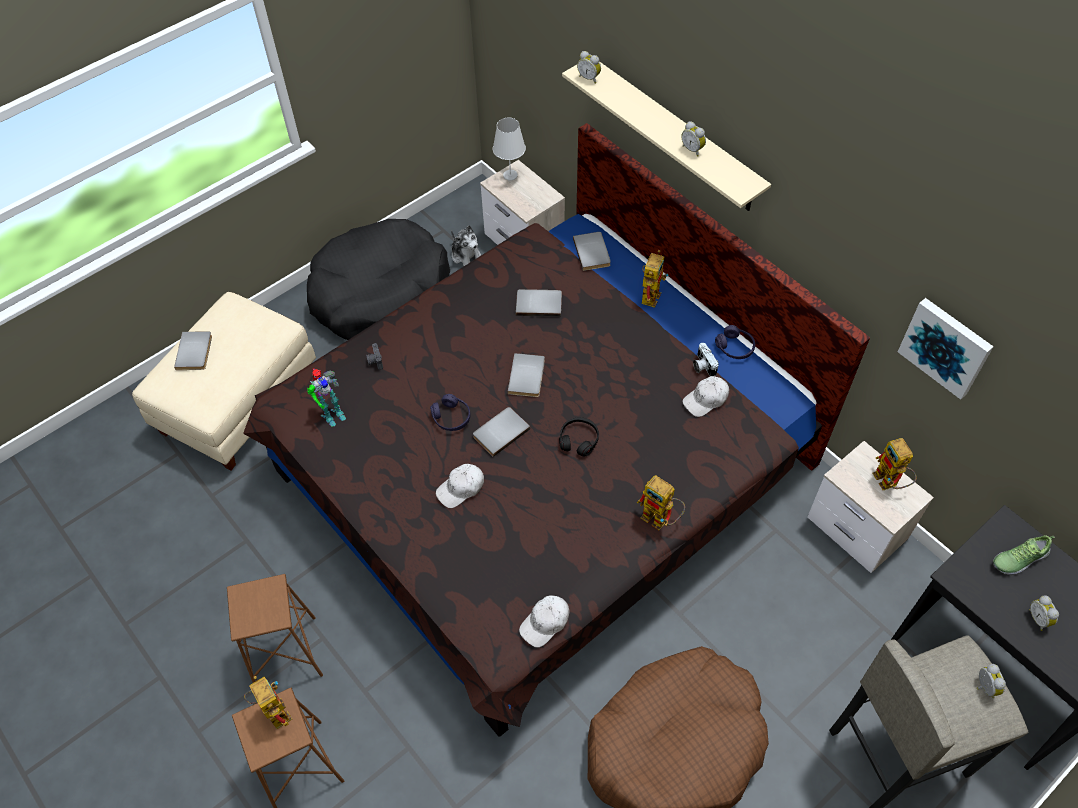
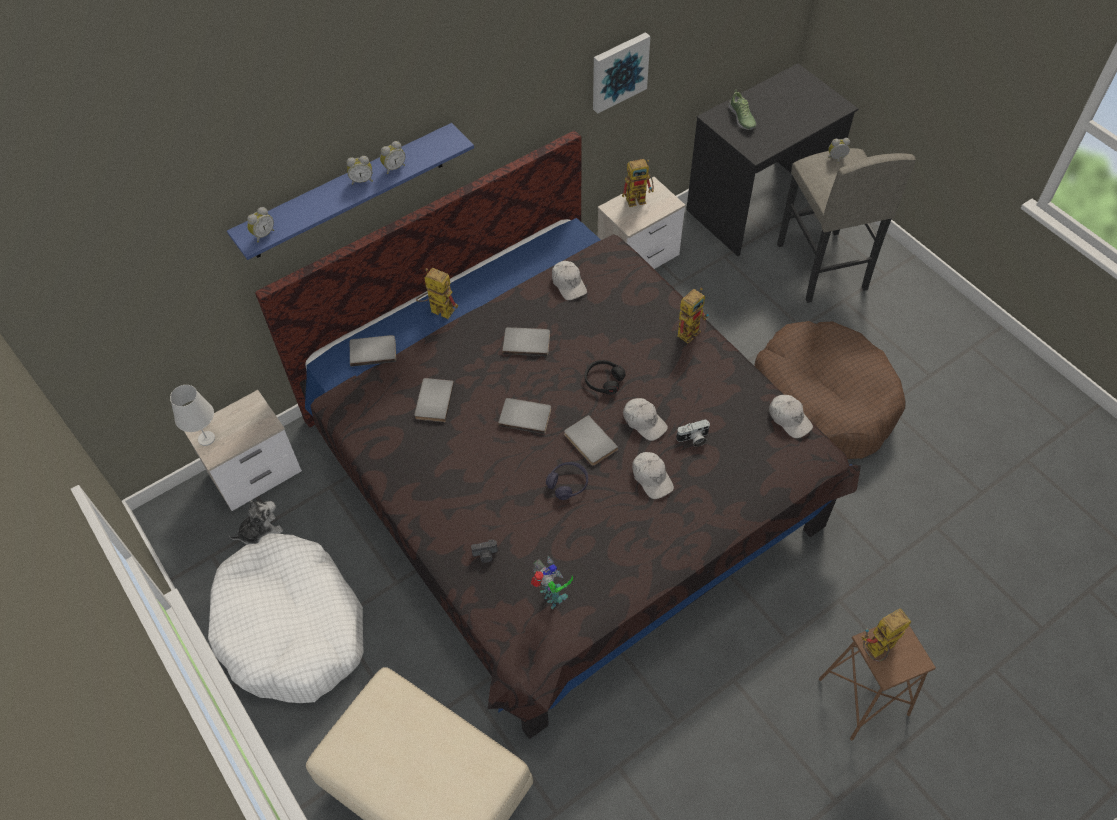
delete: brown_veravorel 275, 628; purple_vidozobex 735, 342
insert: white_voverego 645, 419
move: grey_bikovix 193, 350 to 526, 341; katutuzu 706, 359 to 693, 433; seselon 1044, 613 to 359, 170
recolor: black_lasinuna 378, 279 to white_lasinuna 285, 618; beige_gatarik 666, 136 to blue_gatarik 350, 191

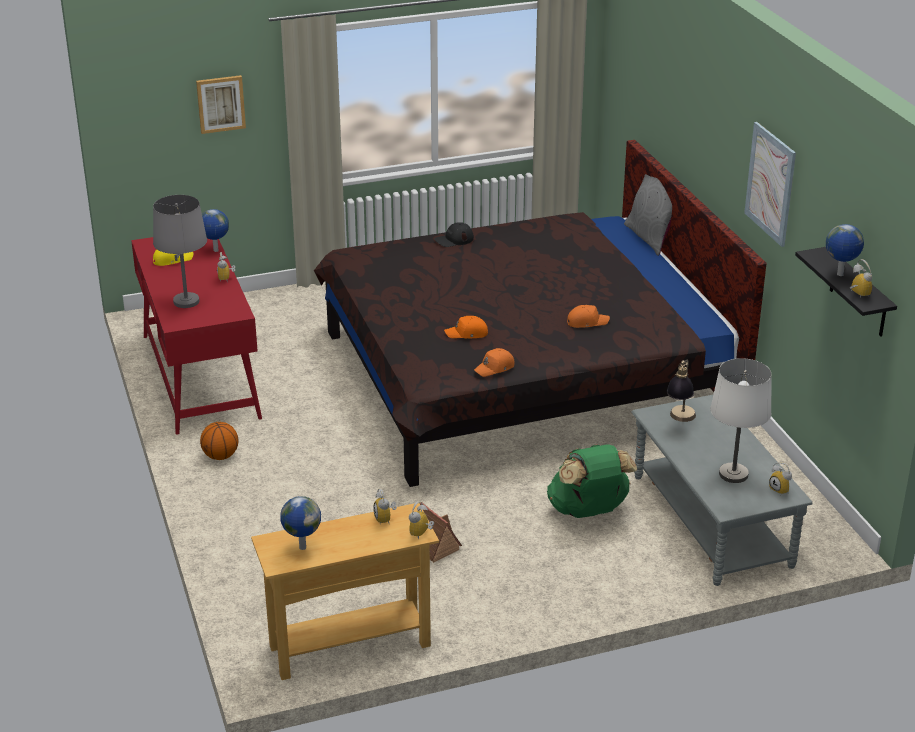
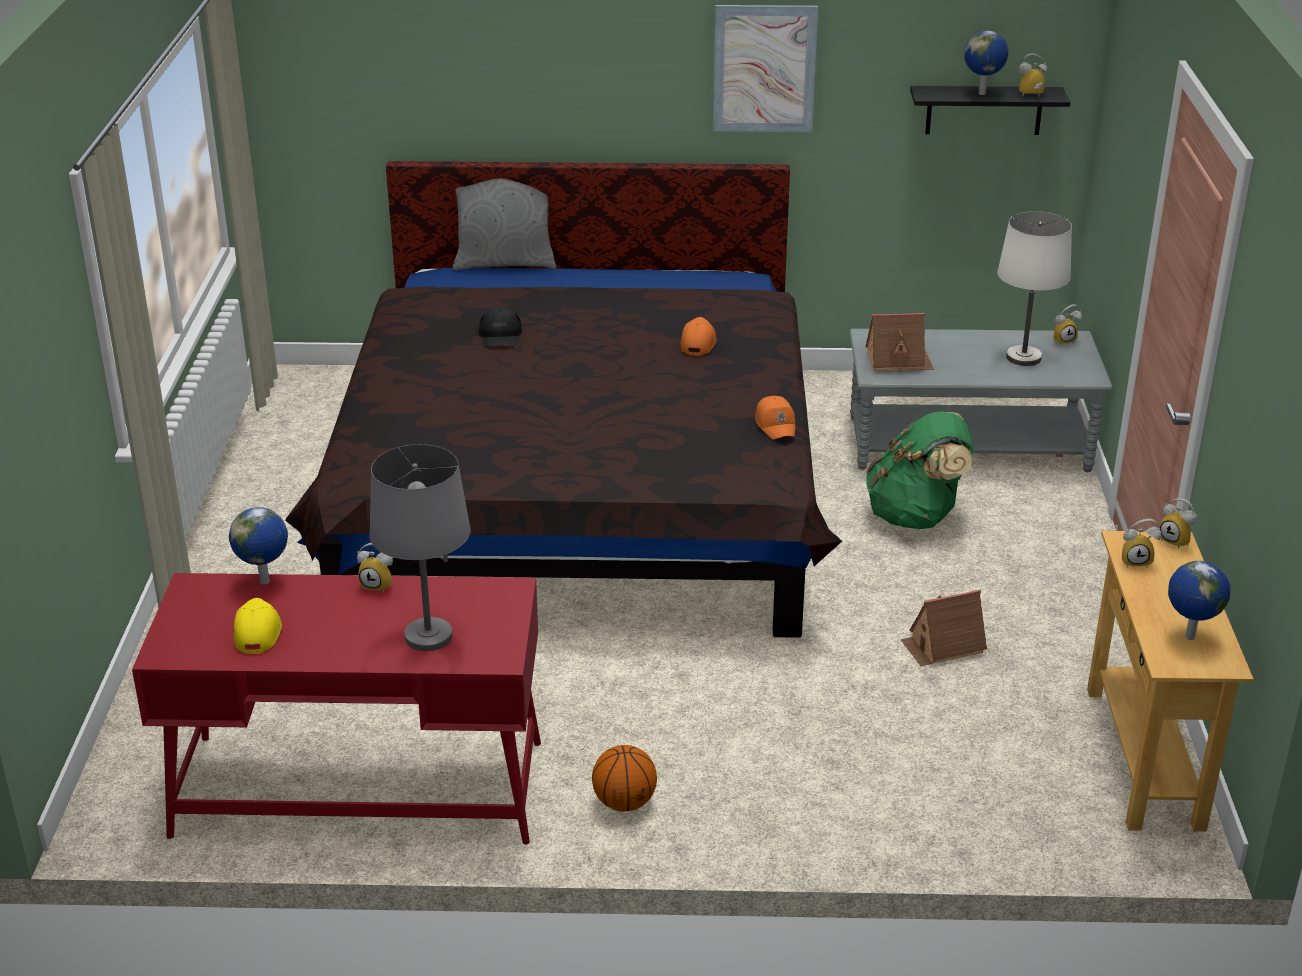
delete: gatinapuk 221, 104; orange_voverego 466, 327
move: black_voverego 454, 234 to 500, 326
replace: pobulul 681, 390 to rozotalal 900, 343

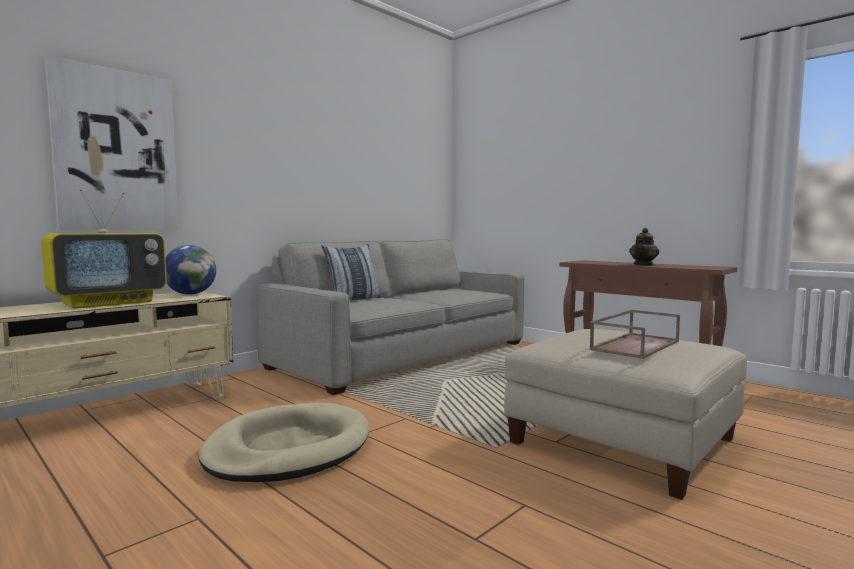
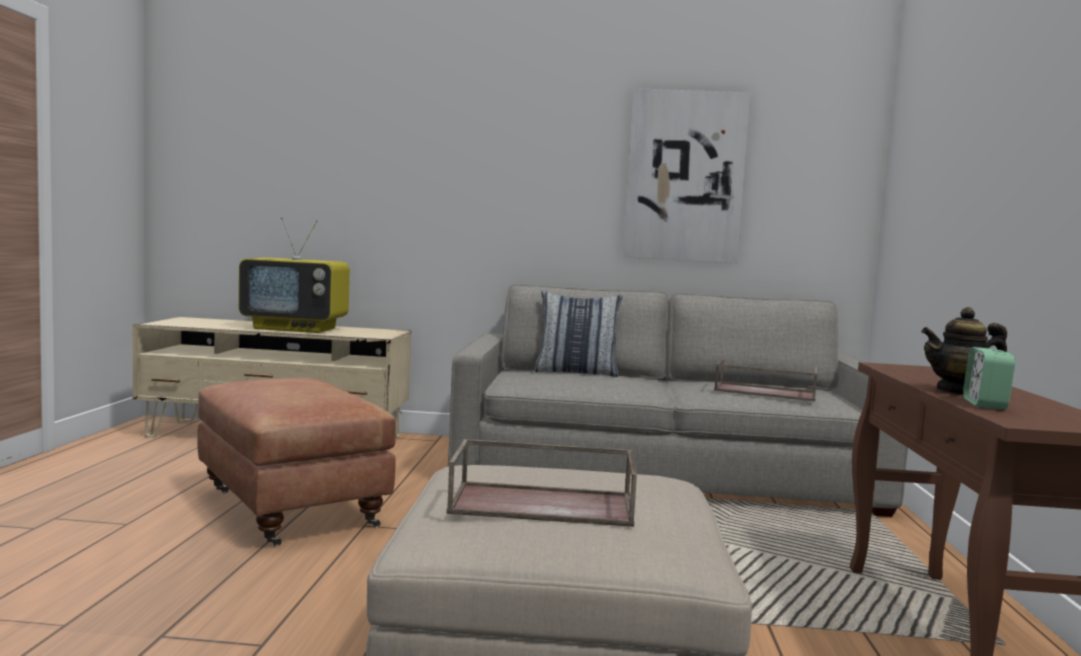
delete: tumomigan 190, 270
insert: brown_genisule 766, 380; seselon 989, 378
move: gatinapuk 112, 142 to 686, 175
replace: beige_lasinuna 284, 442 to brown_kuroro 296, 462

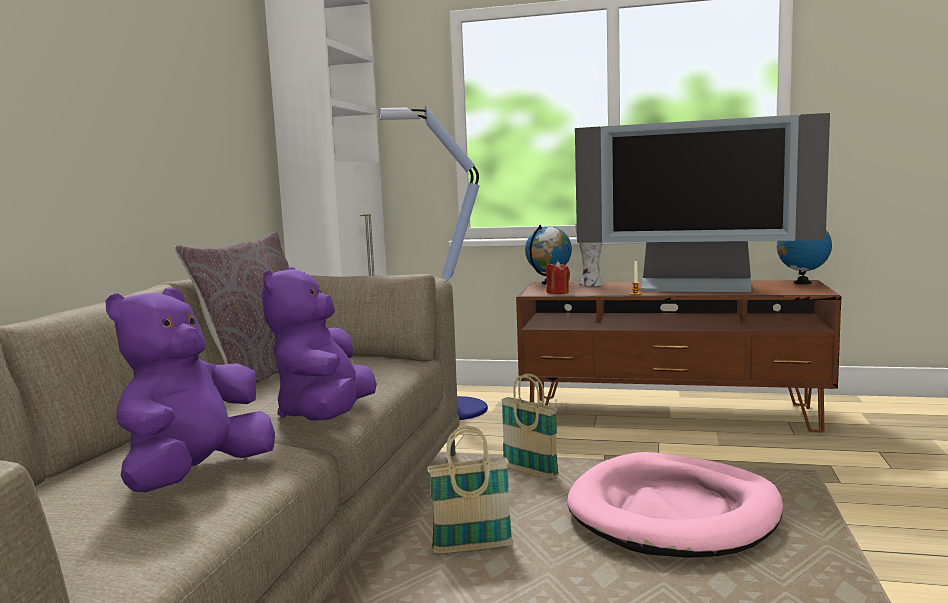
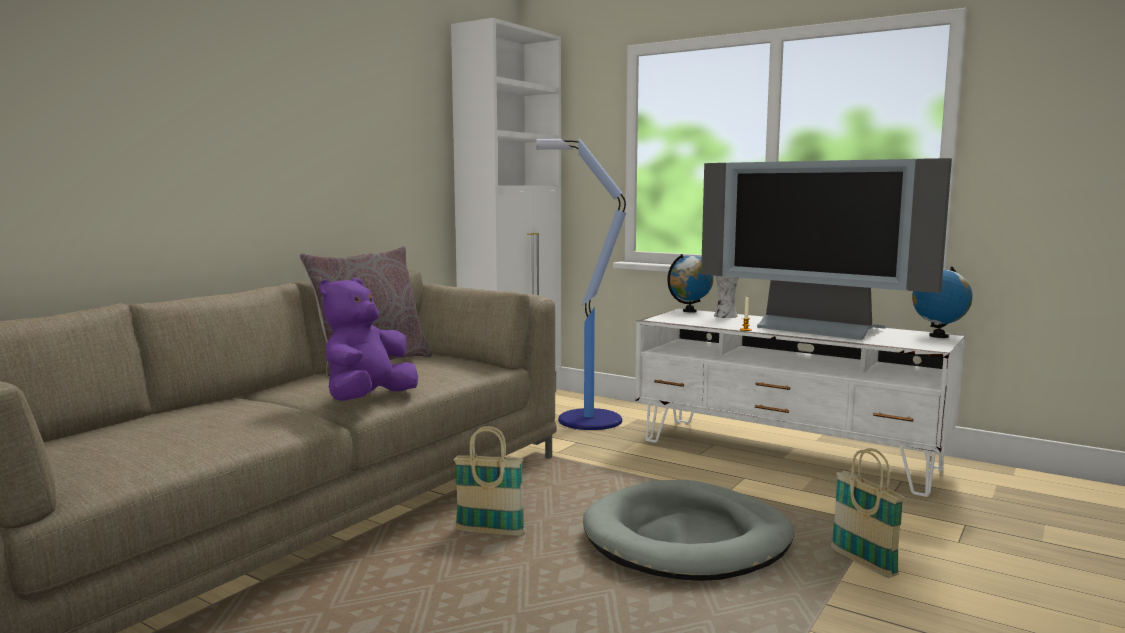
delete: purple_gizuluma 190, 390; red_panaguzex 558, 277
move: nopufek 530, 426 to 868, 513
recolor: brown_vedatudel 678, 356 to white_vedatudel 800, 403; pink_lasinuna 675, 504 to grey_lasinuna 688, 530

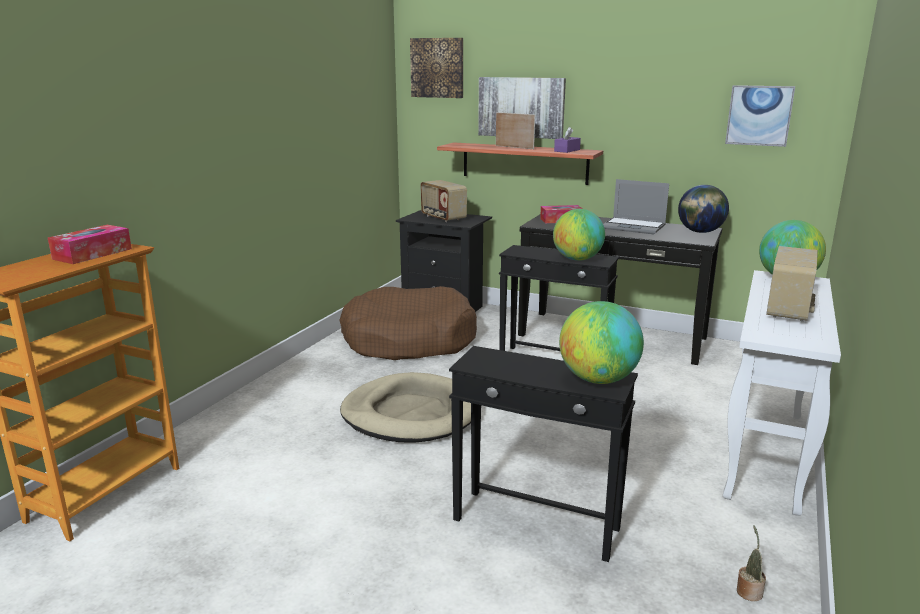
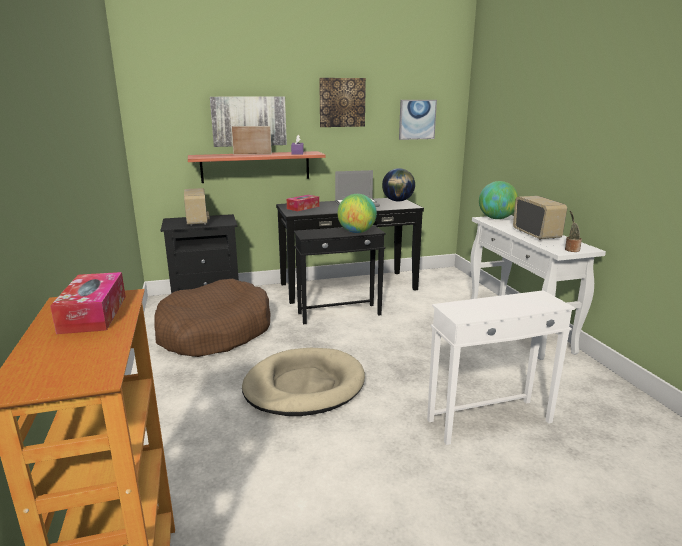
delete: tumomigan 601, 342
move: gatinapuk 436, 68 to 342, 102; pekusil 751, 563 to 573, 231
recolor: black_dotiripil 543, 454 to white_dotiripil 501, 367
rotate: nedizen 443, 201 = 197, 207 120 degrees counterclockwise

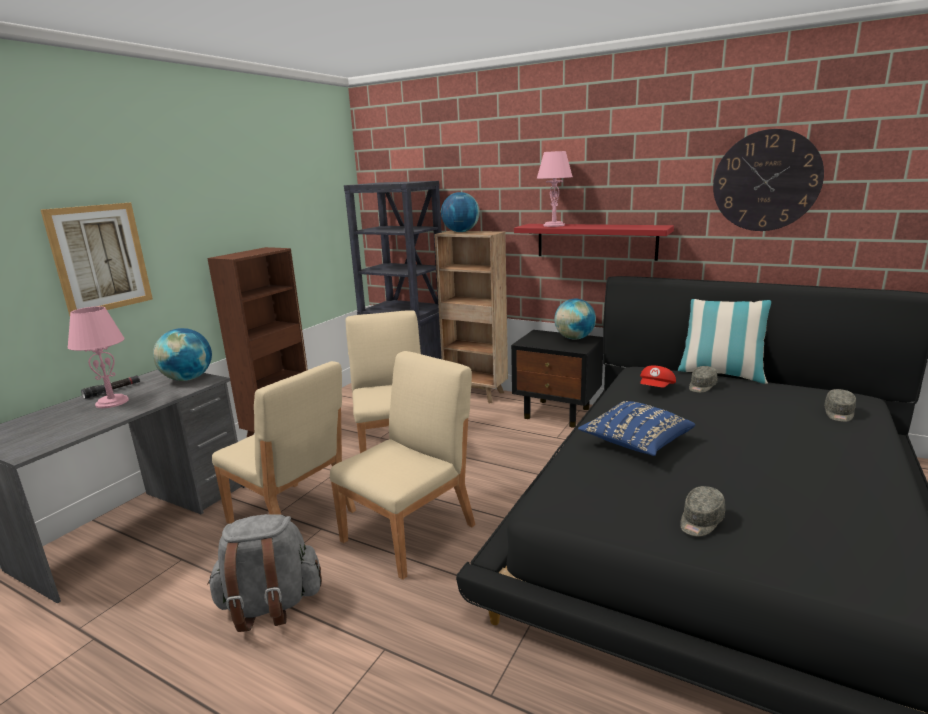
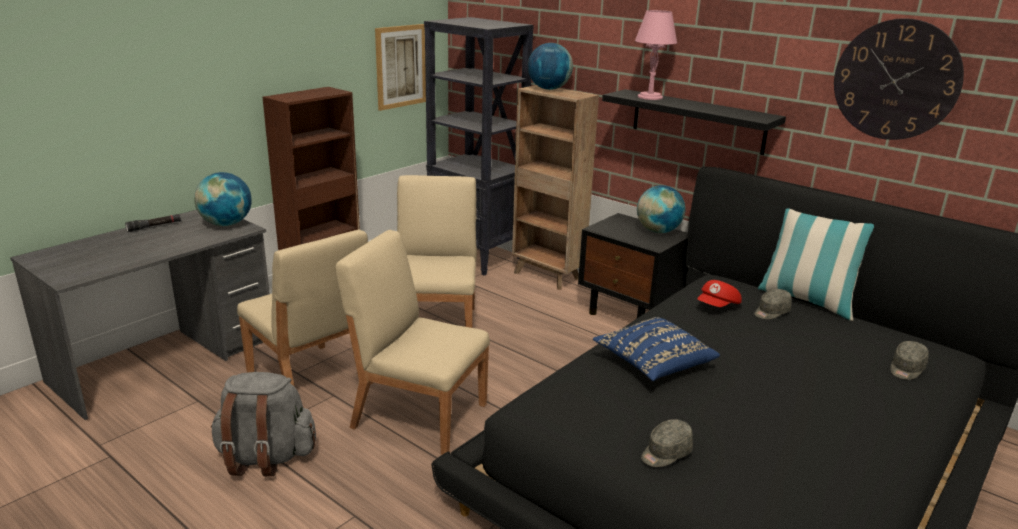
delete: pink_pobulul 98, 357
move: gatinapuk 97, 259 to 400, 67
recolor: red_gatarik 594, 242 to black_gatarik 694, 122
rotate: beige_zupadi 403, 465 = 412, 342 120 degrees counterclockwise

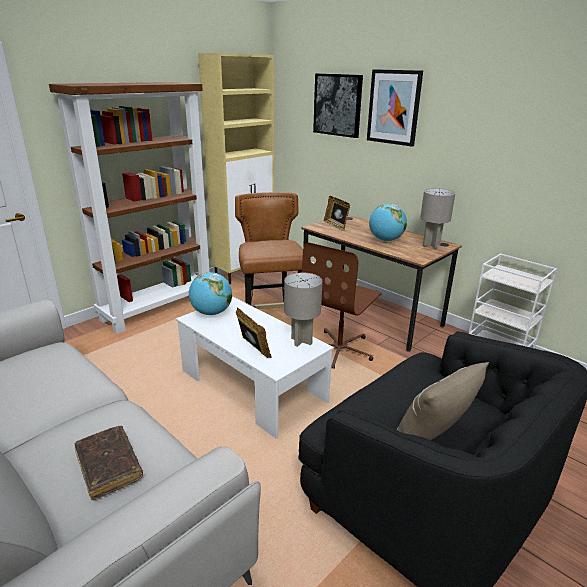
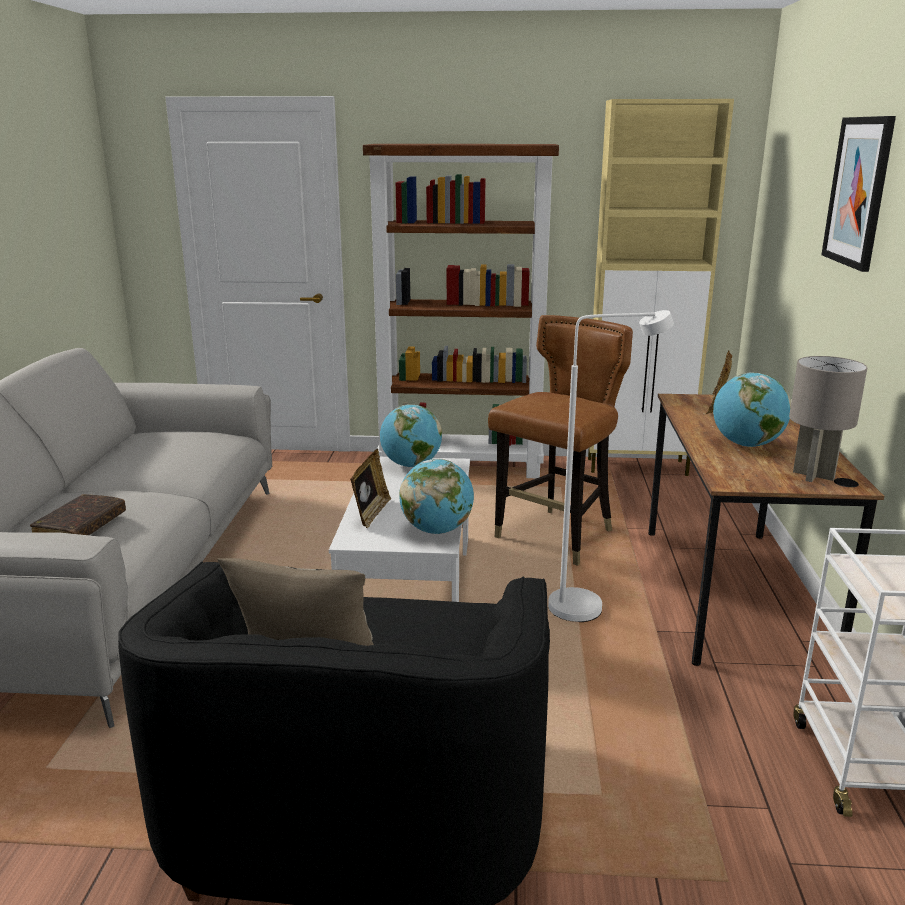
delete: gatinapuk 338, 106
replace: grey_pobulul 303, 309 to tumomigan 436, 496; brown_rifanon 342, 305 to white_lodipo 611, 466

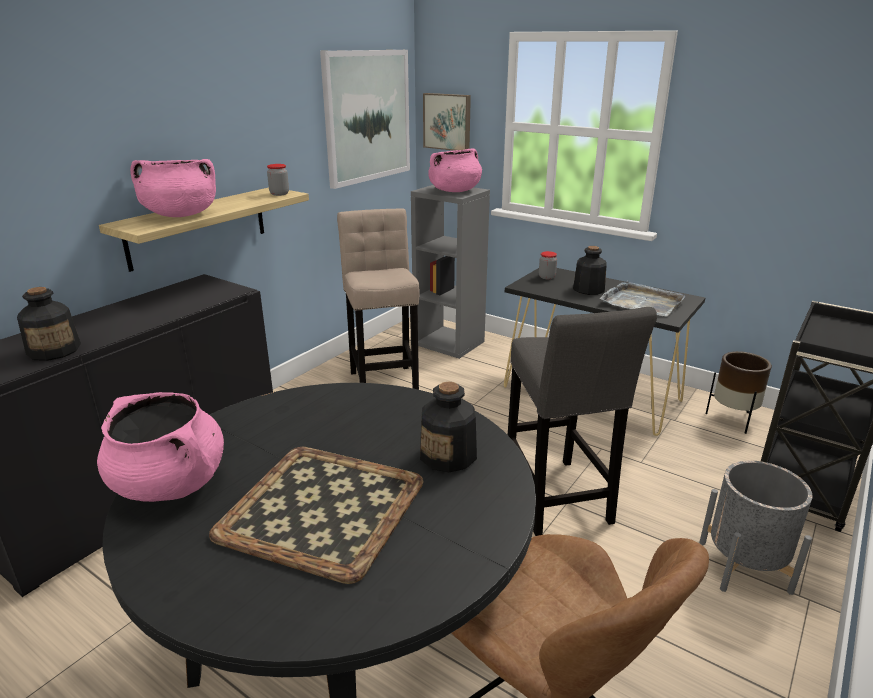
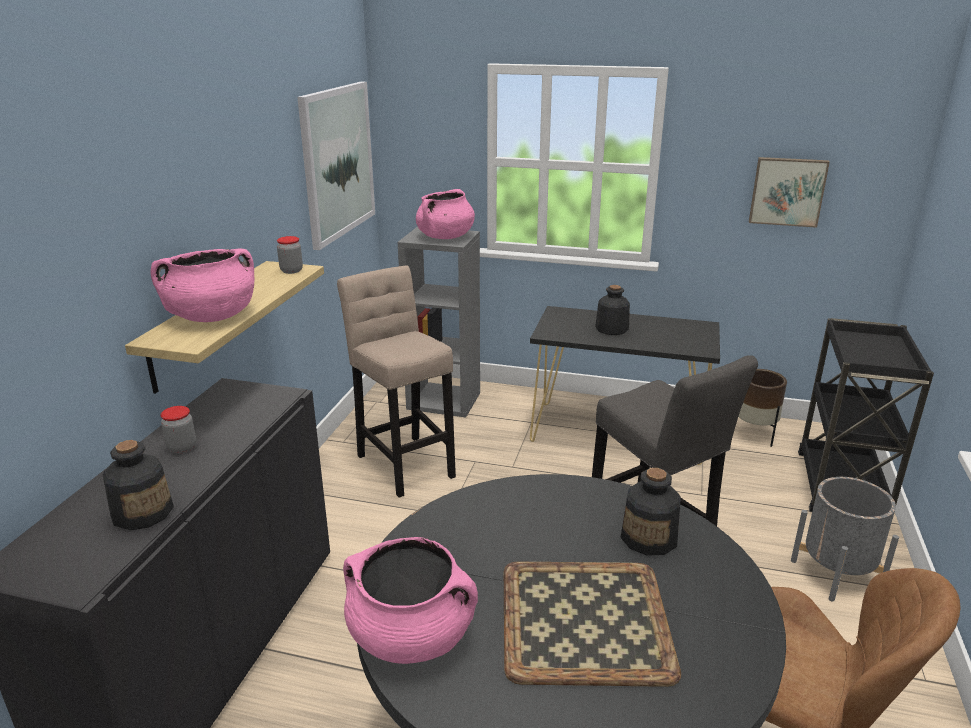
delete: grey_genisule 643, 298
move: gatinapuk 447, 122 to 789, 192; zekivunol 548, 265 to 178, 430

